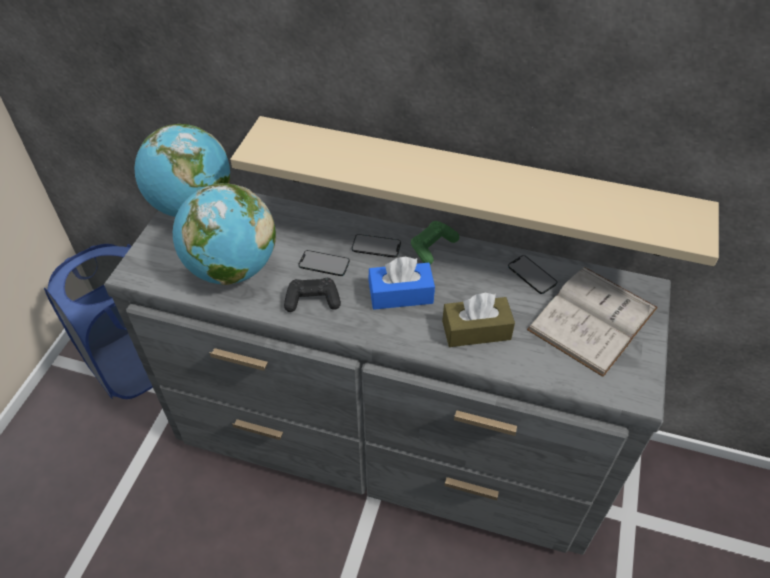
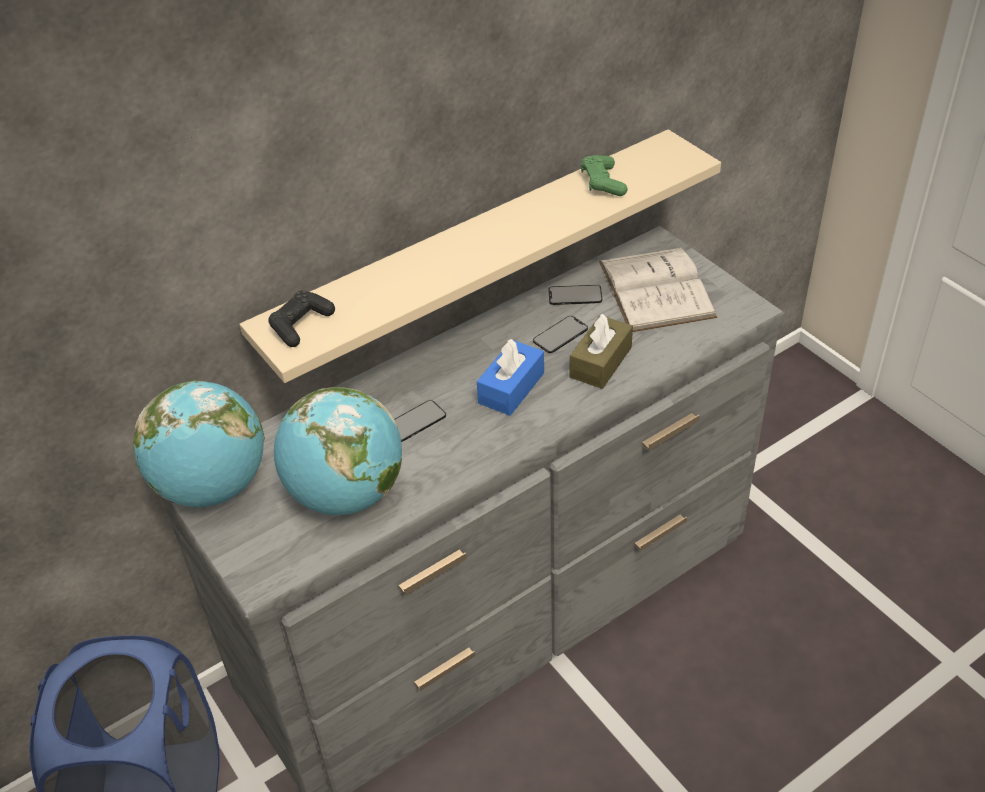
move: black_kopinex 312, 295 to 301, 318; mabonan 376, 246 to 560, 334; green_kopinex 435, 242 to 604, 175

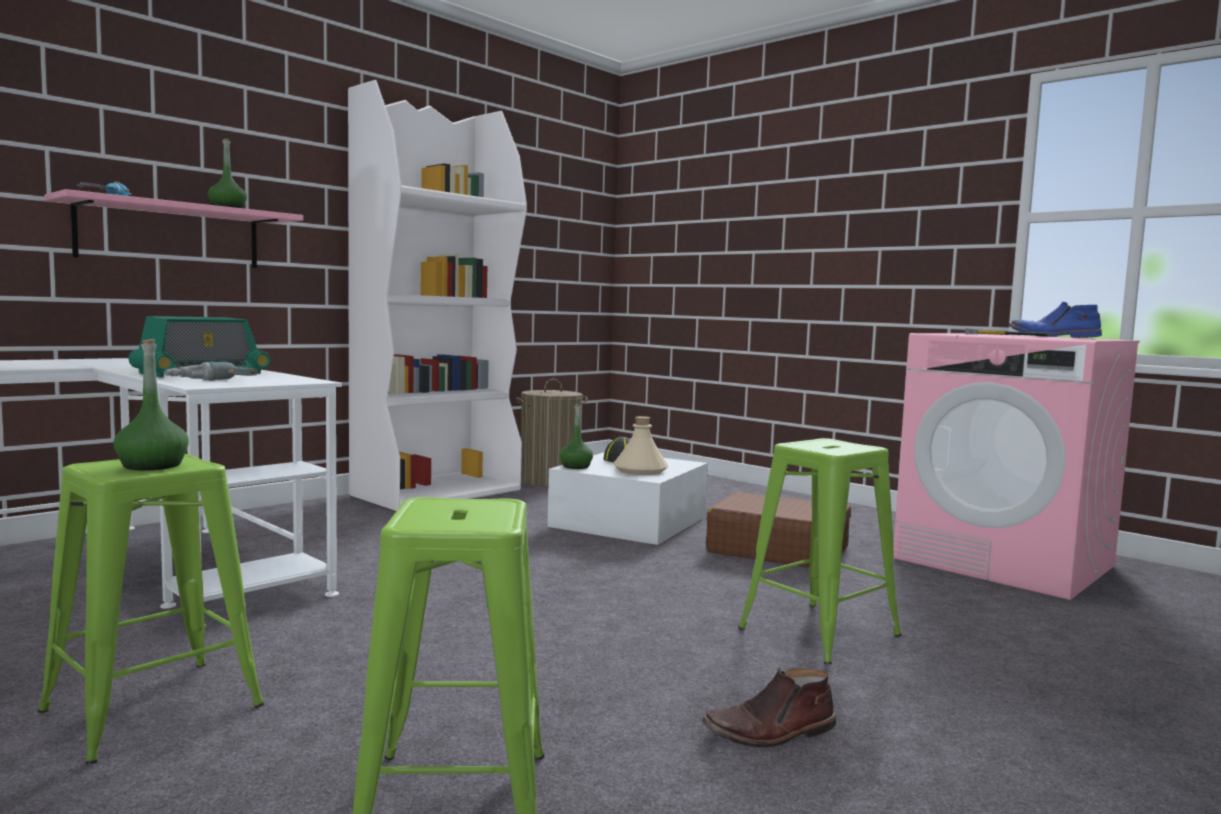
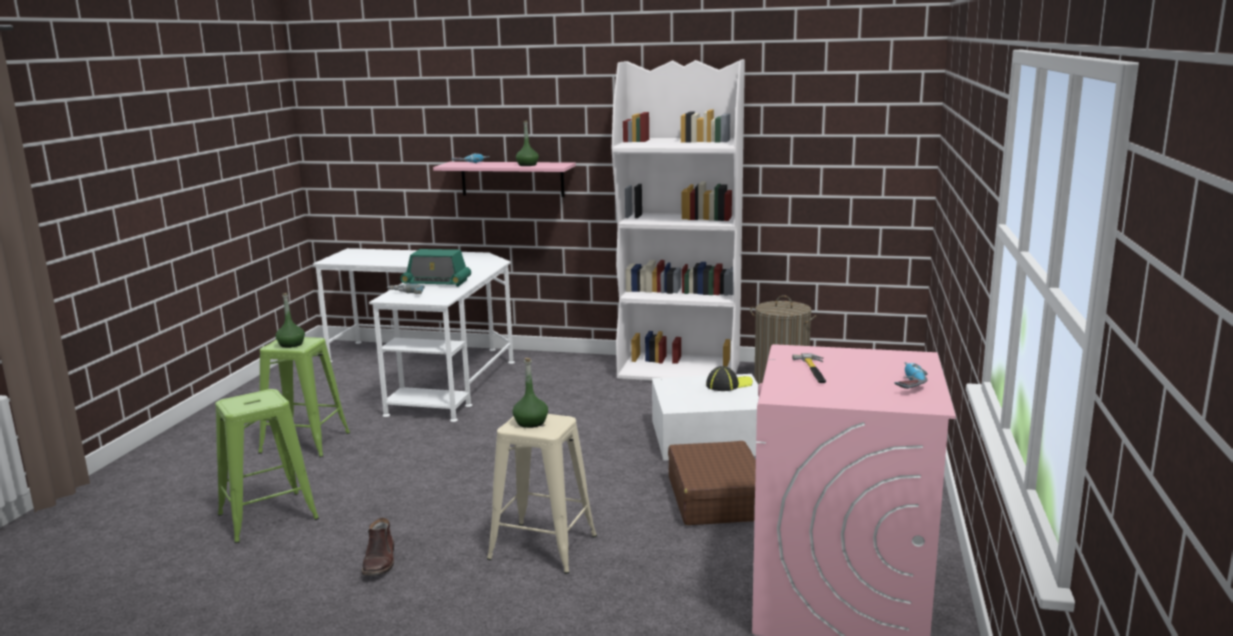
delete: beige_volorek 641, 445
move: green_volorek 576, 436 to 530, 393
replace: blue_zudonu 1055, 320 to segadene 911, 375
recolor: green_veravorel 820, 551 to beige_veravorel 542, 494
rotate: brown_zudonu 769, 708 = 377, 547 135 degrees counterclockwise

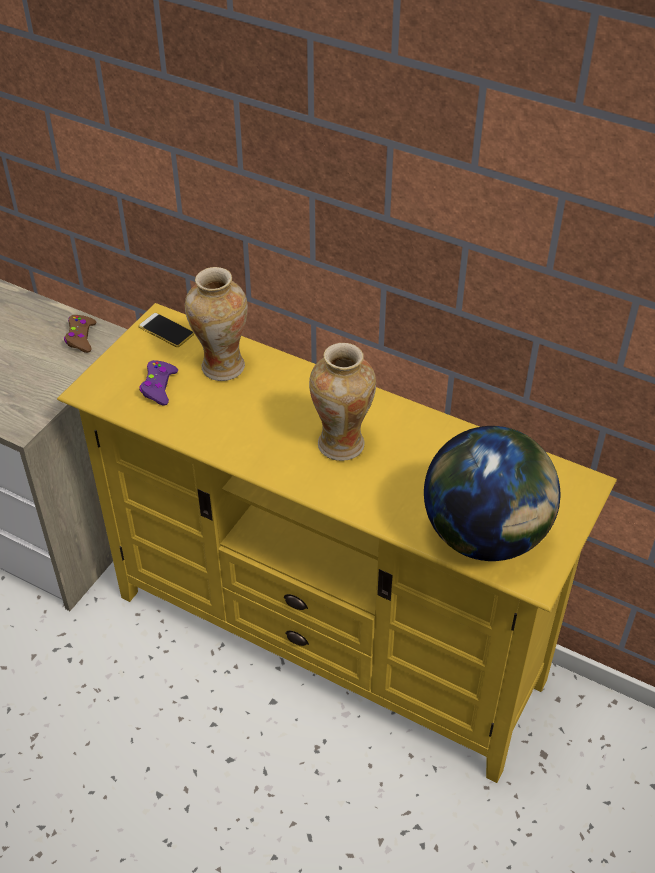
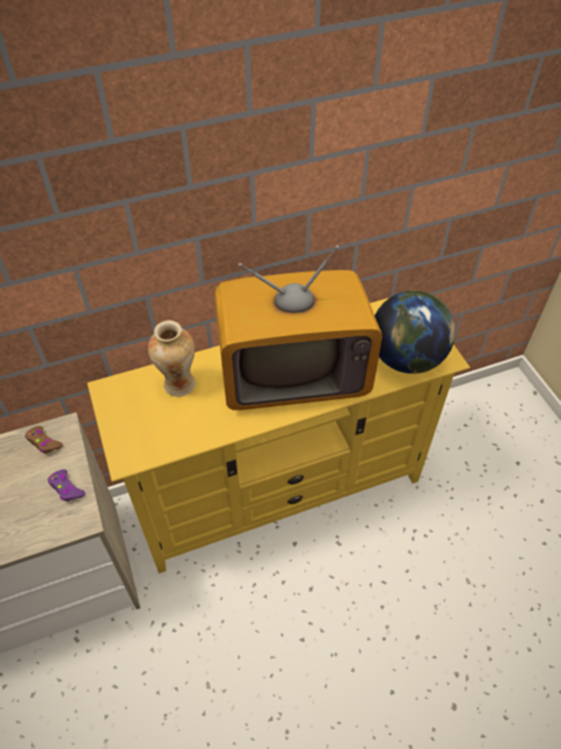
delete: mabonan 166, 330
move: purple_kopinex 158, 382 to 66, 485
replace: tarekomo 342, 402 to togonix 298, 327

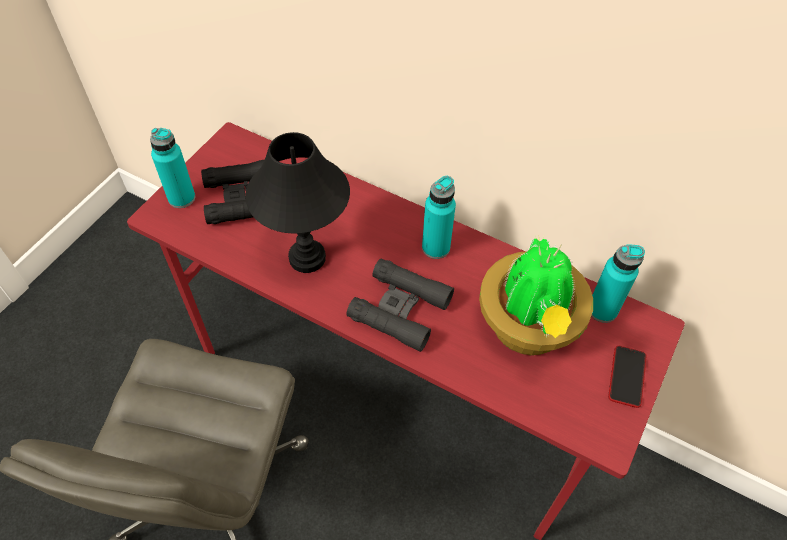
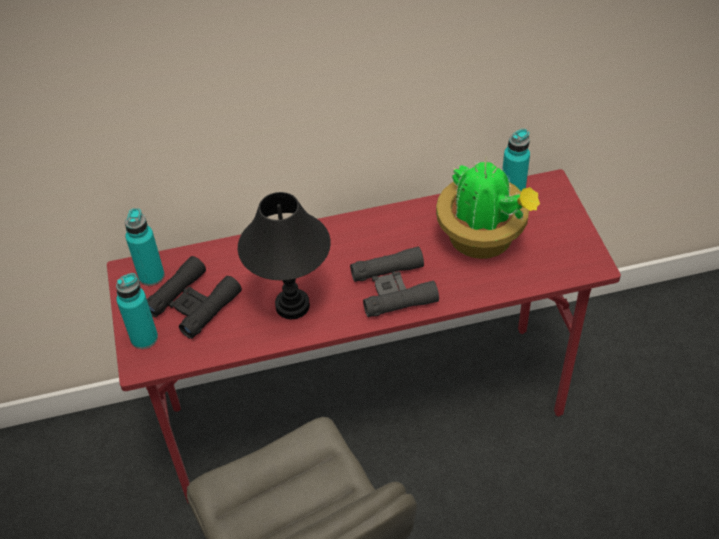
delete: mabonan 627, 377
move: turquoise_volorek 439, 217 to 145, 247

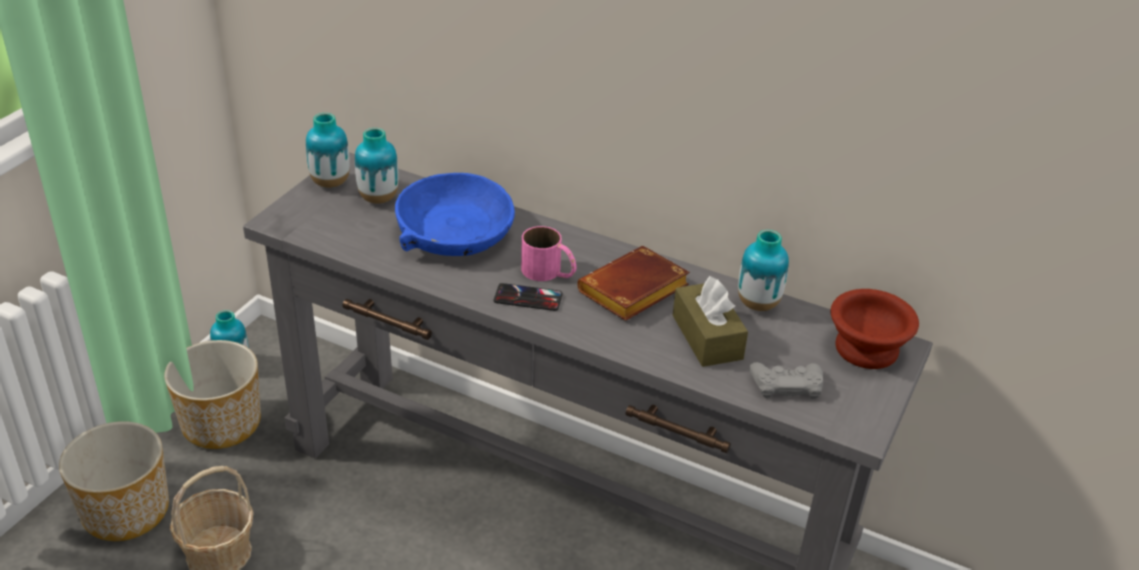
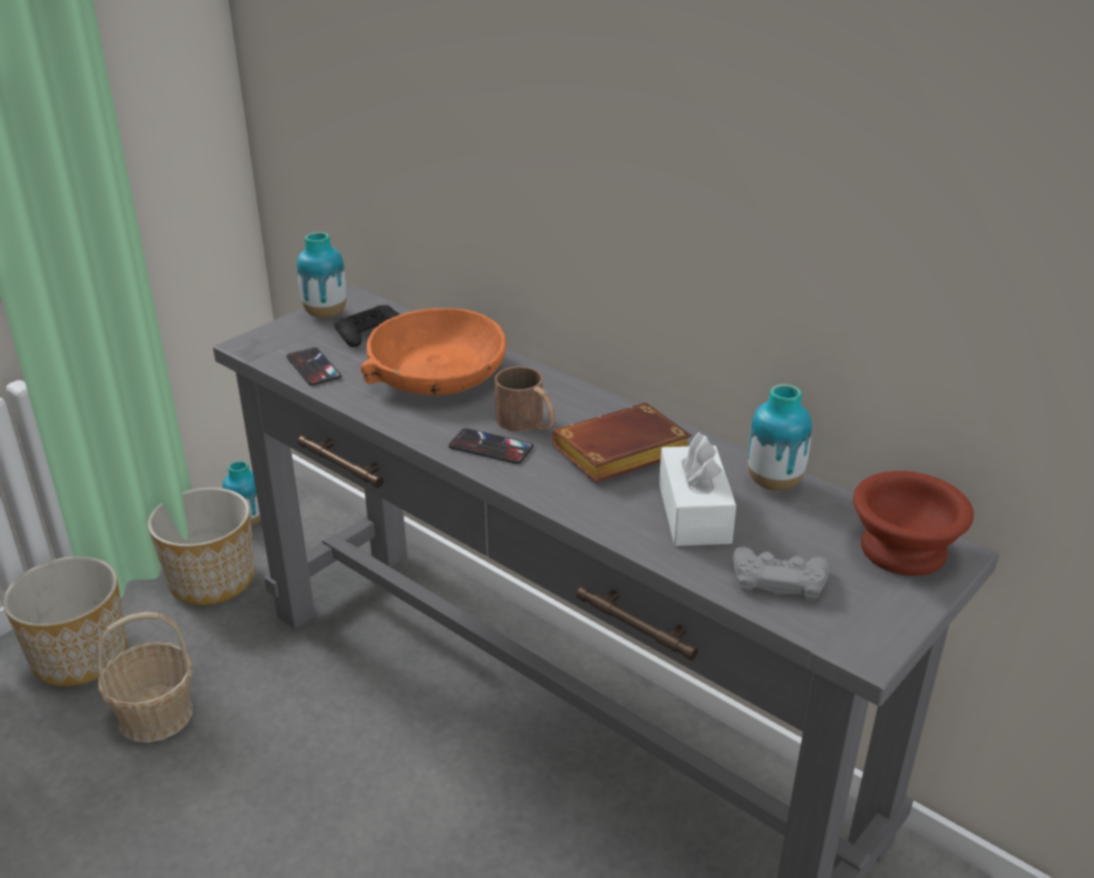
insert: mabonan 313, 366
replace: tarekomo 377, 166 to black_kopinex 367, 326
recolor: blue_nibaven 455, 214 to orange_nibaven 433, 352; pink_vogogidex 549, 253 to brown_vogogidex 525, 399; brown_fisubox 710, 321 to white_fisubox 697, 489

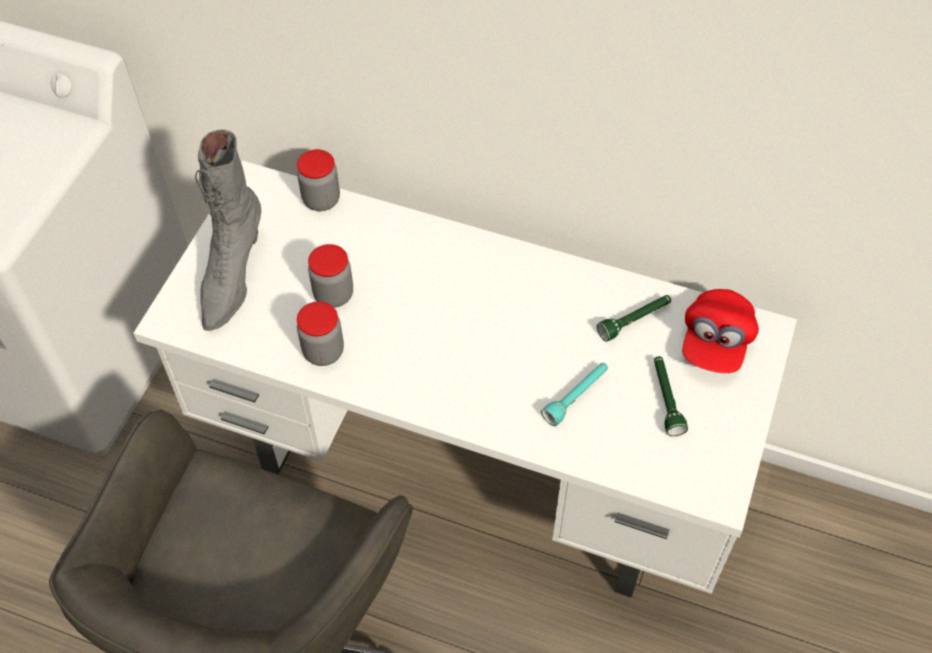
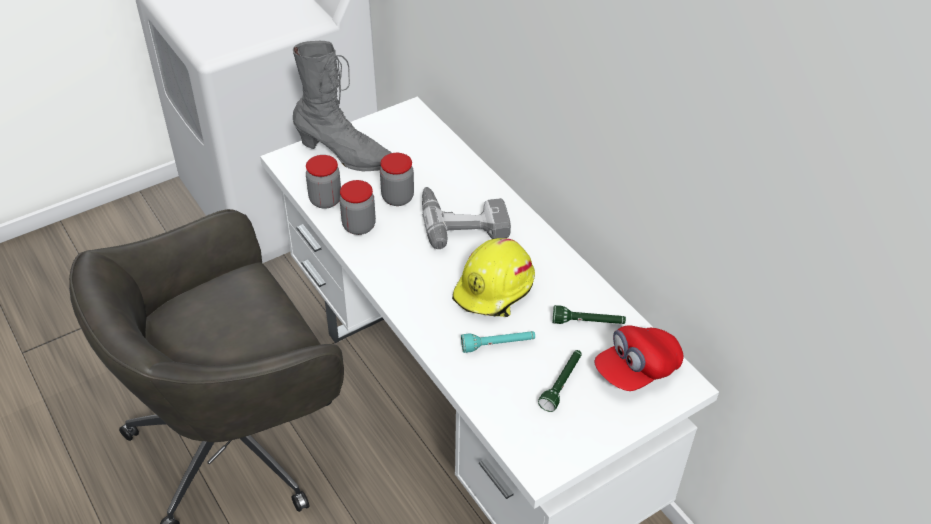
insert: segadene 466, 218; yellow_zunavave 493, 277
move: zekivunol 318, 180 to 323, 182
rotate: grey_zudonu 228, 230 = 342, 106 120 degrees counterclockwise

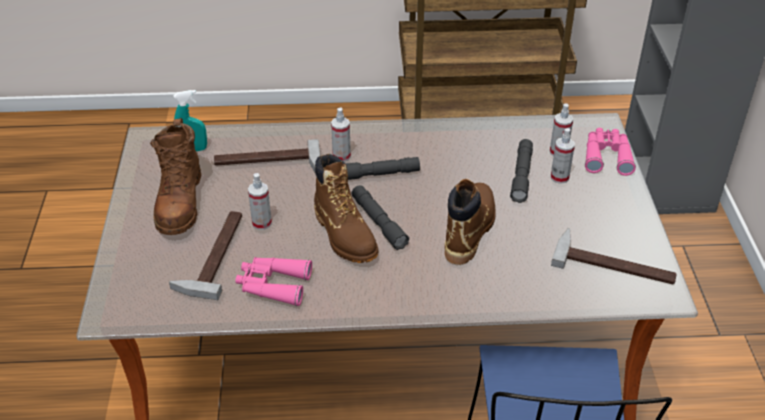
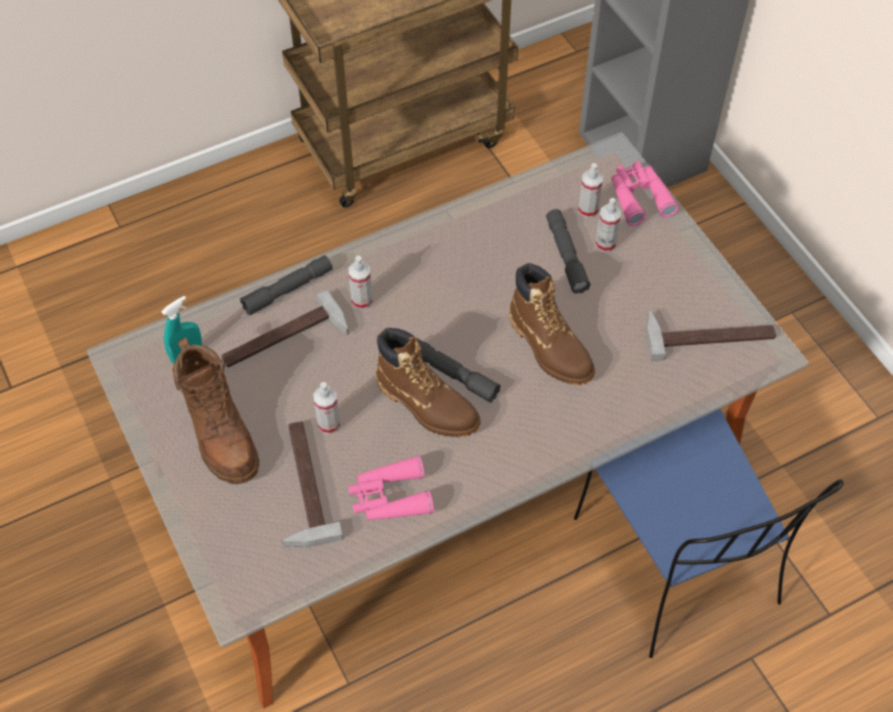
move: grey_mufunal 383, 168 to 286, 285
rotate: brown_zudonu 470, 222 = 552, 324 150 degrees clockwise

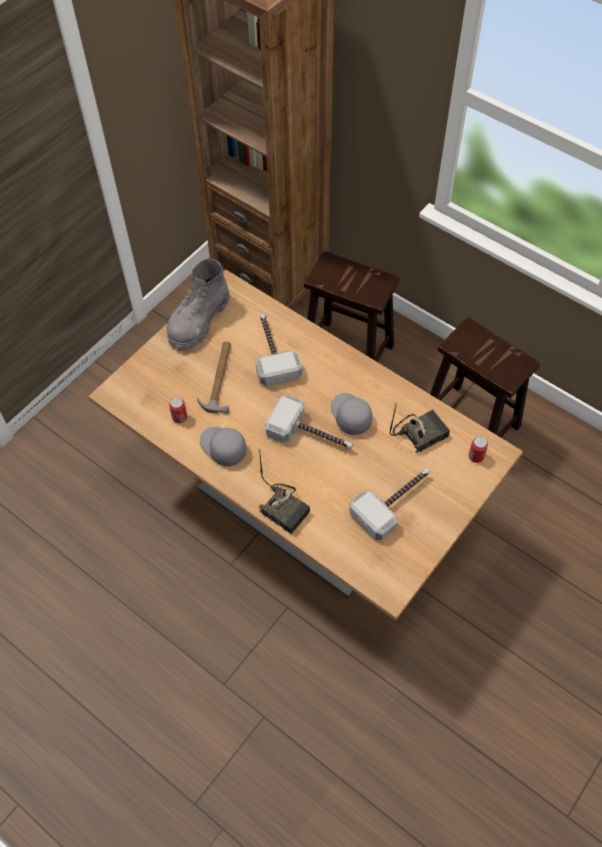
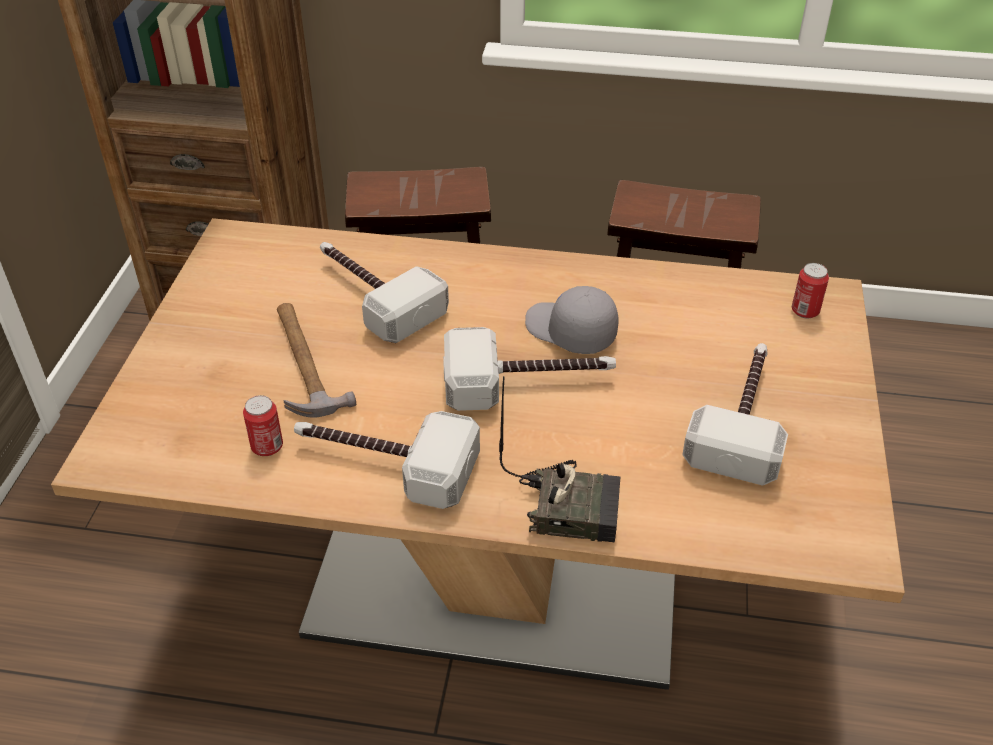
delete: grey_zudonu 198, 305; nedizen 420, 428
replace: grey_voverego 223, 447 to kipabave 387, 460

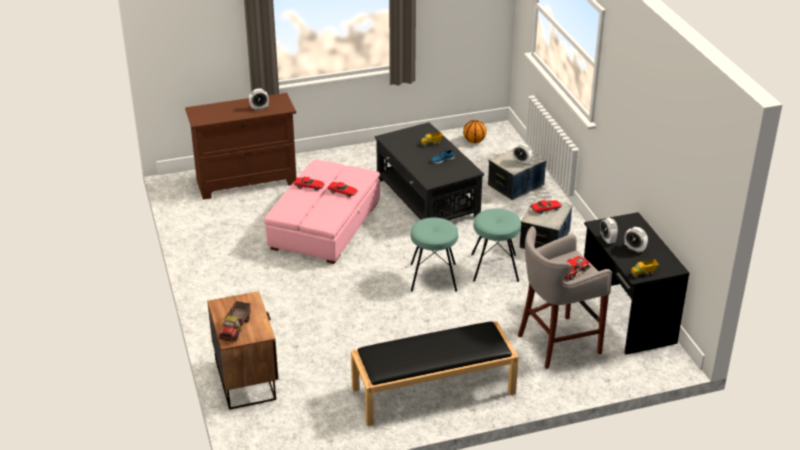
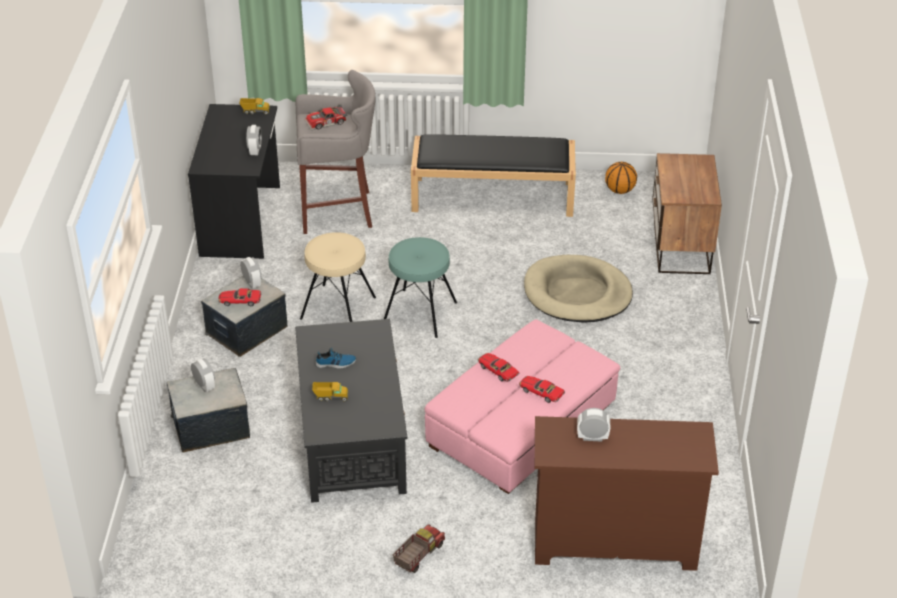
insert: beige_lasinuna 578, 289
move: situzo 234, 321 to 419, 548; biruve 475, 131 to 621, 178; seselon 636, 240 to 250, 273
recolor: turquoise_veravorel 496, 245 to beige_veravorel 338, 277

